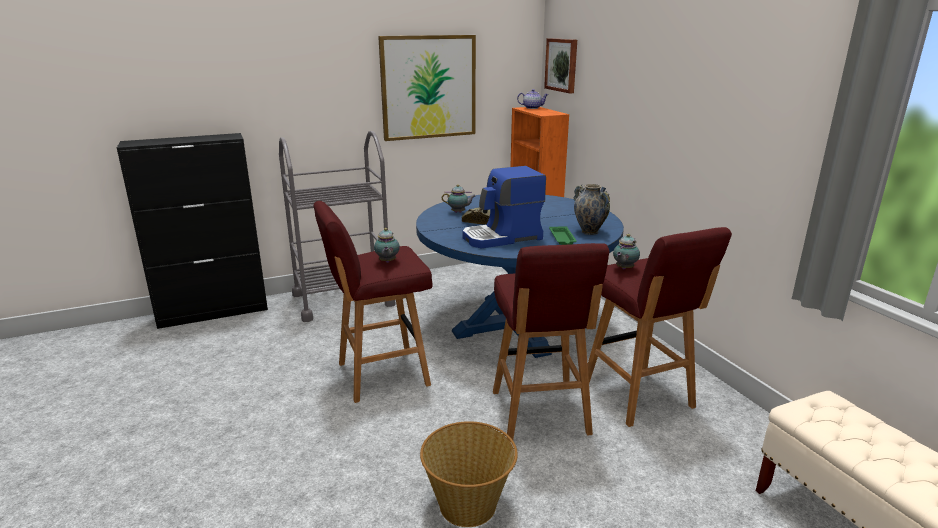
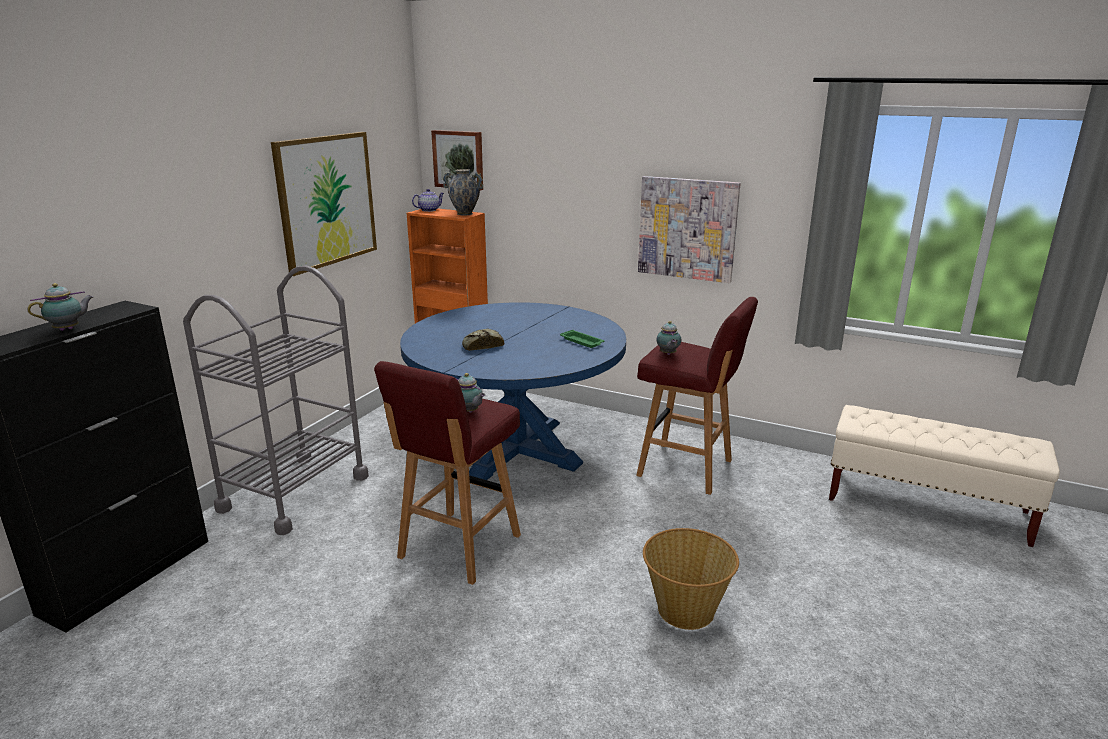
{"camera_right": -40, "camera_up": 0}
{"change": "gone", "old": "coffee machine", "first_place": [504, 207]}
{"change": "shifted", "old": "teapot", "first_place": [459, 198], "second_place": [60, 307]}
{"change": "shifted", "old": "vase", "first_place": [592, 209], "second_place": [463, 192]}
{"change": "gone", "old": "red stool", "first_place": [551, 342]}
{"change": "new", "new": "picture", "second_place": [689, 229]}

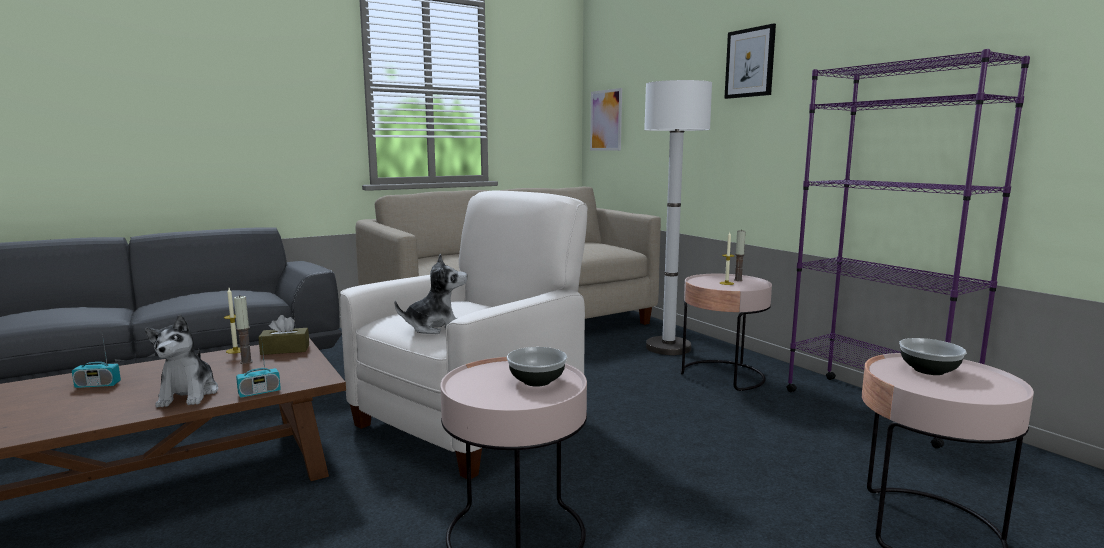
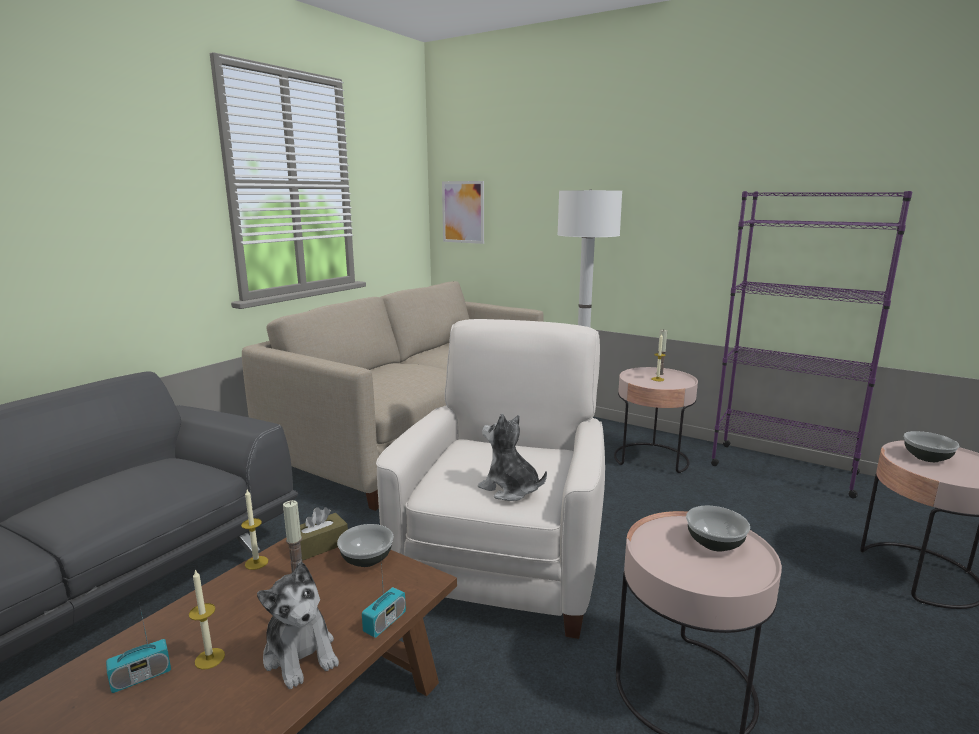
{"camera_right": -25, "camera_up": 5}
{"change": "gone", "old": "picture", "first_place": [750, 61]}
{"change": "rotated", "old": "plush toy", "first_place": [431, 294], "second_place": [512, 457], "degrees": -105}
{"change": "new", "new": "bowl", "second_place": [365, 545]}
{"change": "new", "new": "candle", "second_place": [207, 620]}

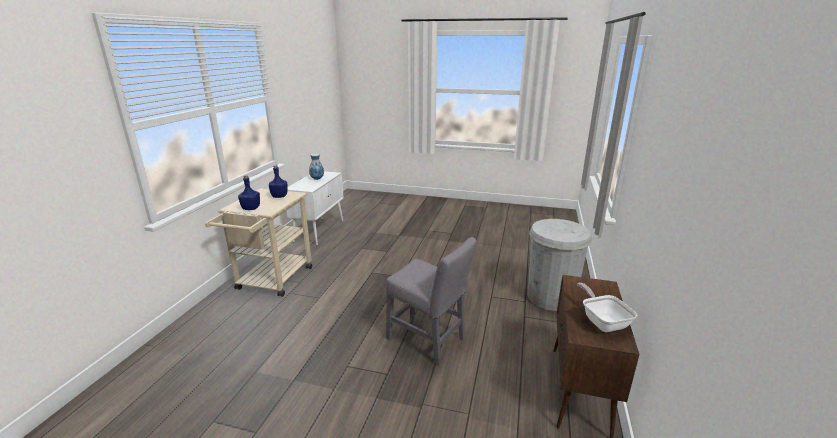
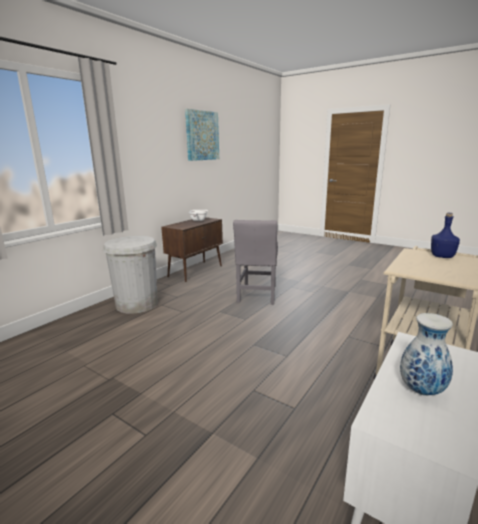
{"camera_right": -160, "camera_up": -5}
{"change": "gone", "old": "blue bottle", "first_place": [278, 181]}
{"change": "rotated", "old": "grey chair", "first_place": [431, 301], "second_place": [255, 262], "degrees": -135}
{"change": "new", "new": "picture", "second_place": [202, 135]}

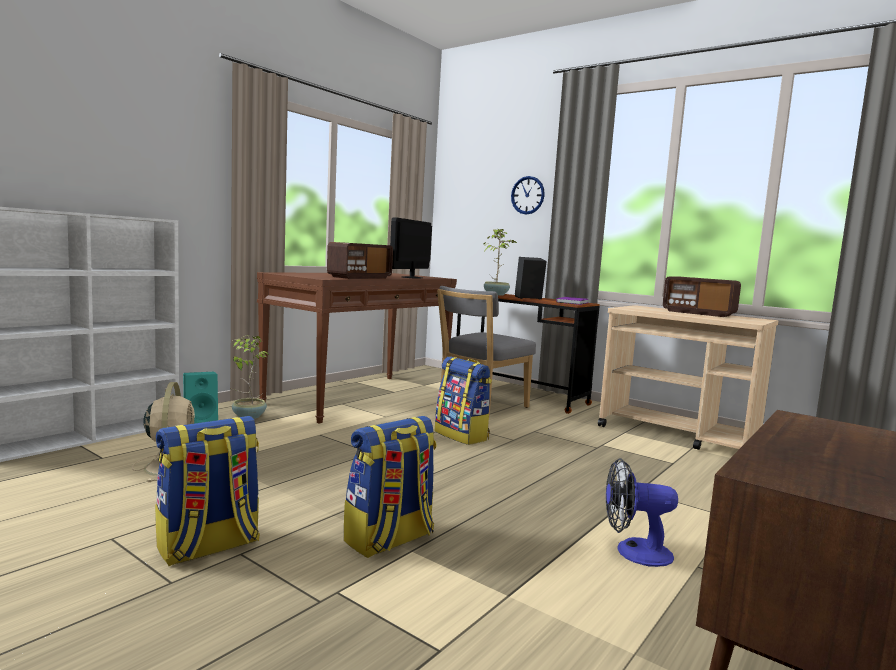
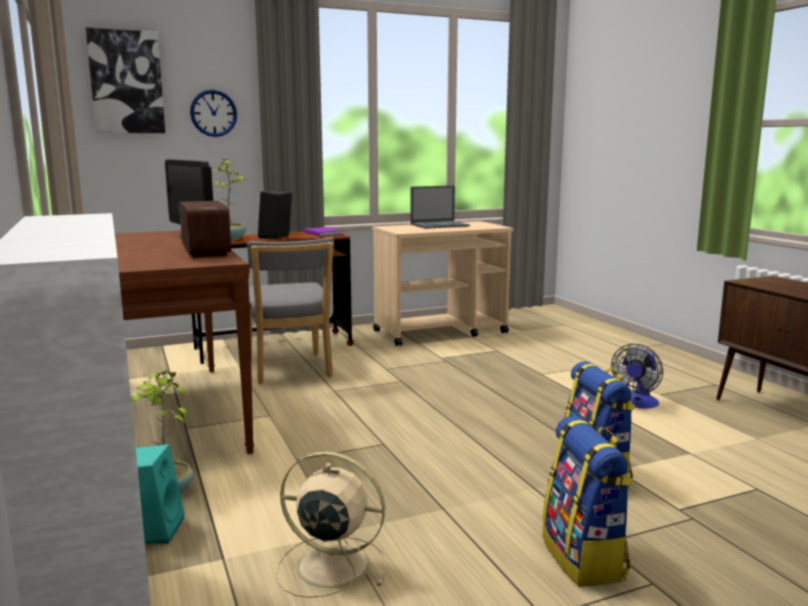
{"camera_right": -60, "camera_up": 5}
{"change": "swapped", "old": "radio", "new": "laptop", "first_place": [702, 296], "second_place": [440, 207]}
{"change": "gone", "old": "backpack", "first_place": [463, 400]}
{"change": "new", "new": "picture", "second_place": [125, 80]}

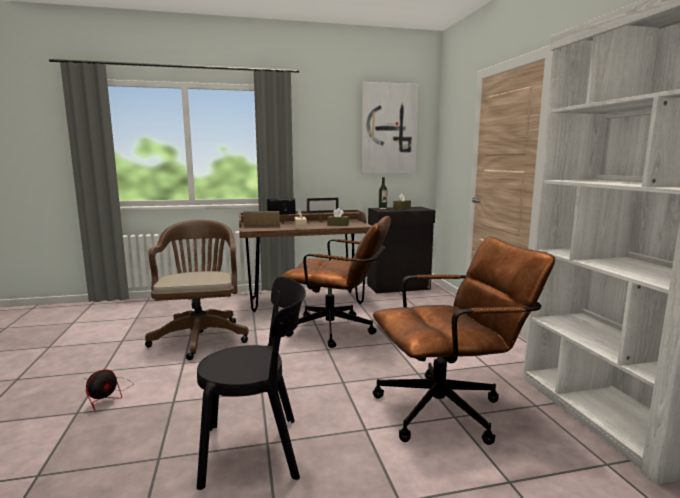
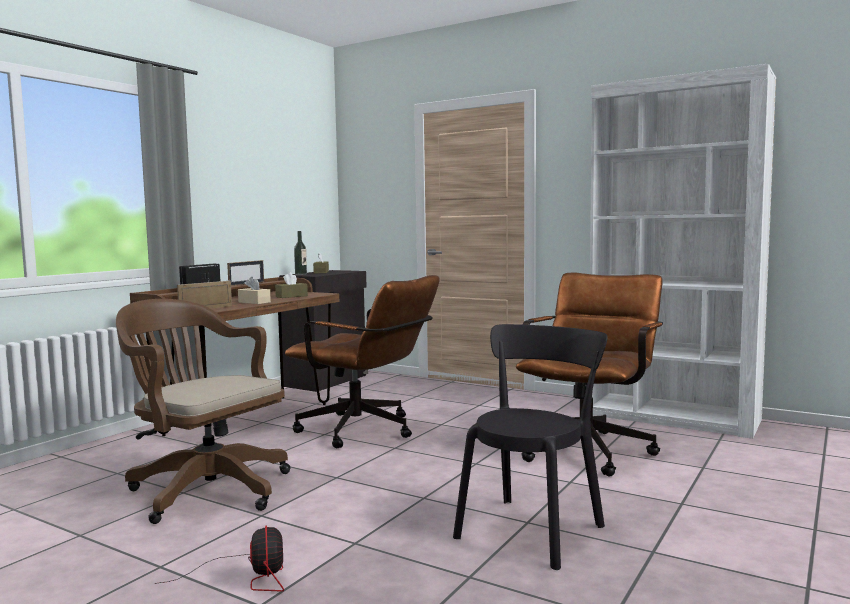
{"camera_right": -45, "camera_up": -5}
{"change": "gone", "old": "picture", "first_place": [390, 128]}
{"change": "rotated", "old": "brown office chair", "first_place": [336, 282], "second_place": [362, 361], "degrees": 60}

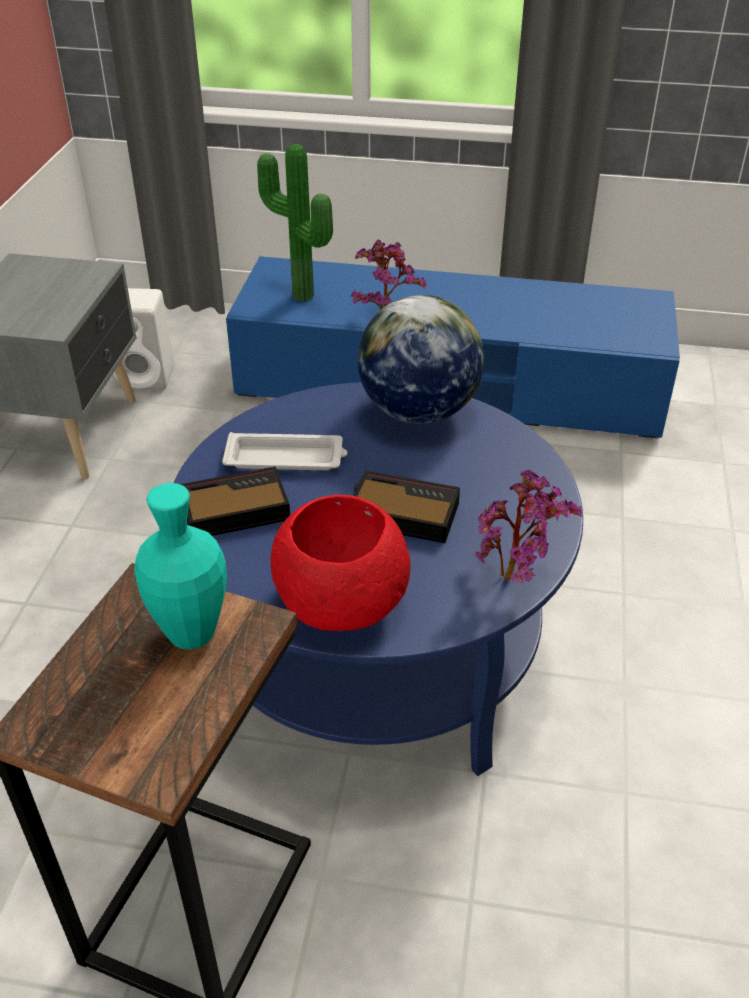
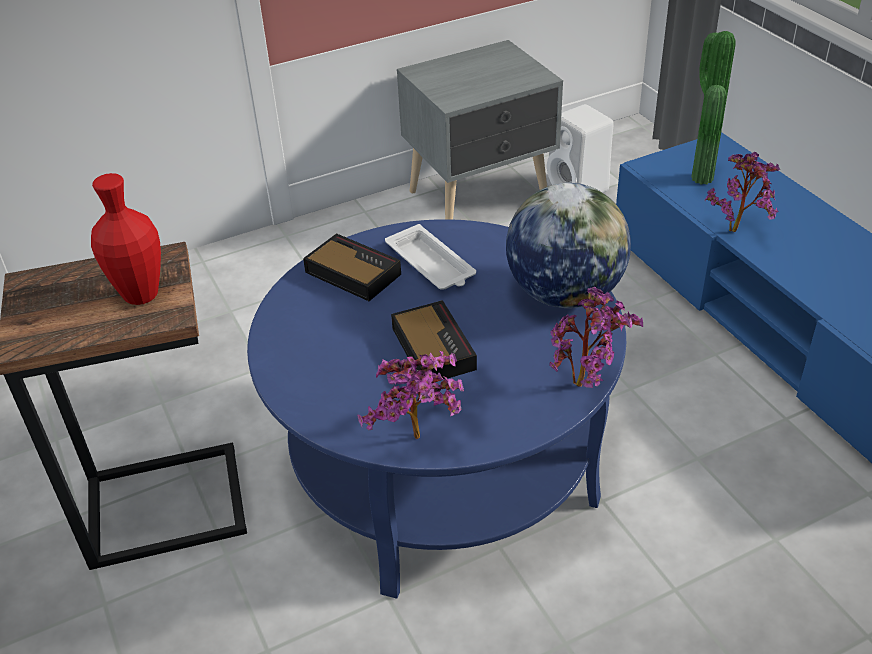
{"camera_right": 55, "camera_up": 0}
{"change": "repainted", "old": "turquoise vase", "new": "red vase", "first_place": [180, 566], "second_place": [126, 239]}
{"change": "gone", "old": "red bowl", "first_place": [340, 563]}
{"change": "new", "new": "potted plant", "second_place": [596, 337]}

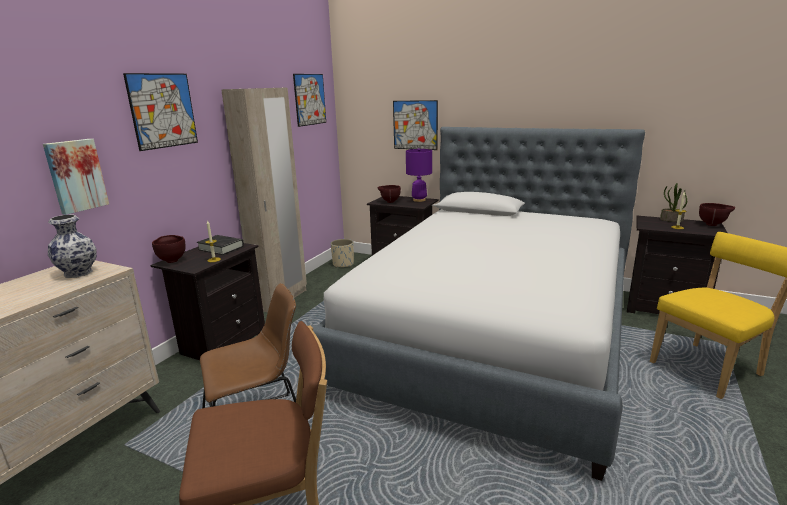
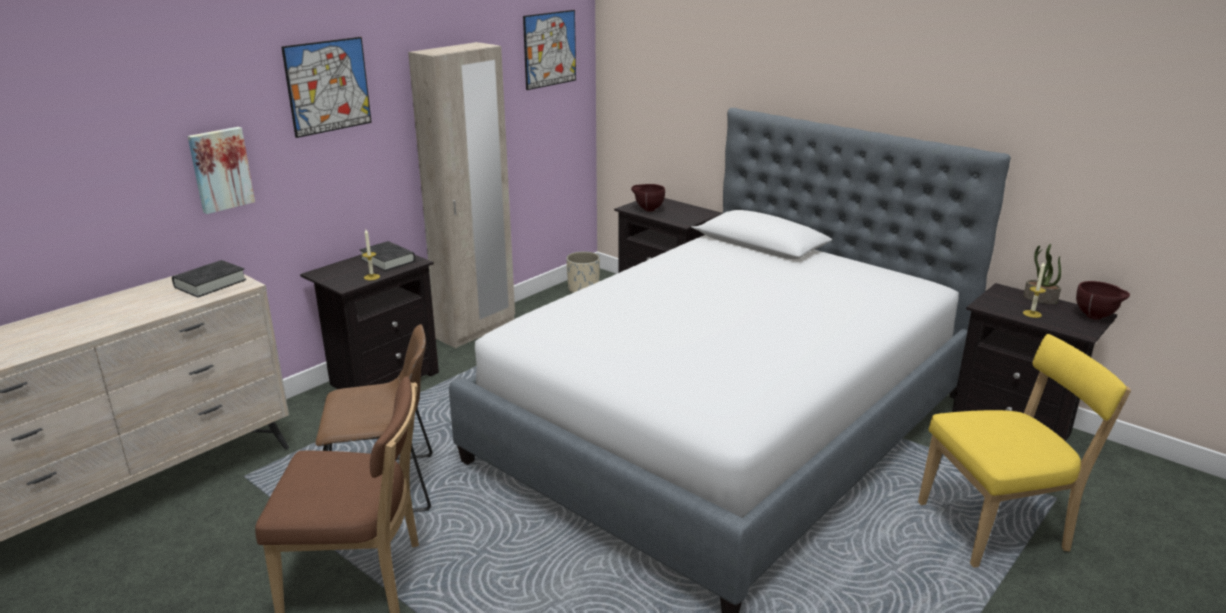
{"camera_right": 15, "camera_up": 5}
{"change": "gone", "old": "picture", "first_place": [415, 125]}
{"change": "gone", "old": "purple table lamp", "first_place": [419, 175]}
{"change": "swapped", "old": "vase", "new": "black book", "first_place": [72, 246], "second_place": [209, 278]}
{"change": "gone", "old": "brown bowl", "first_place": [169, 249]}

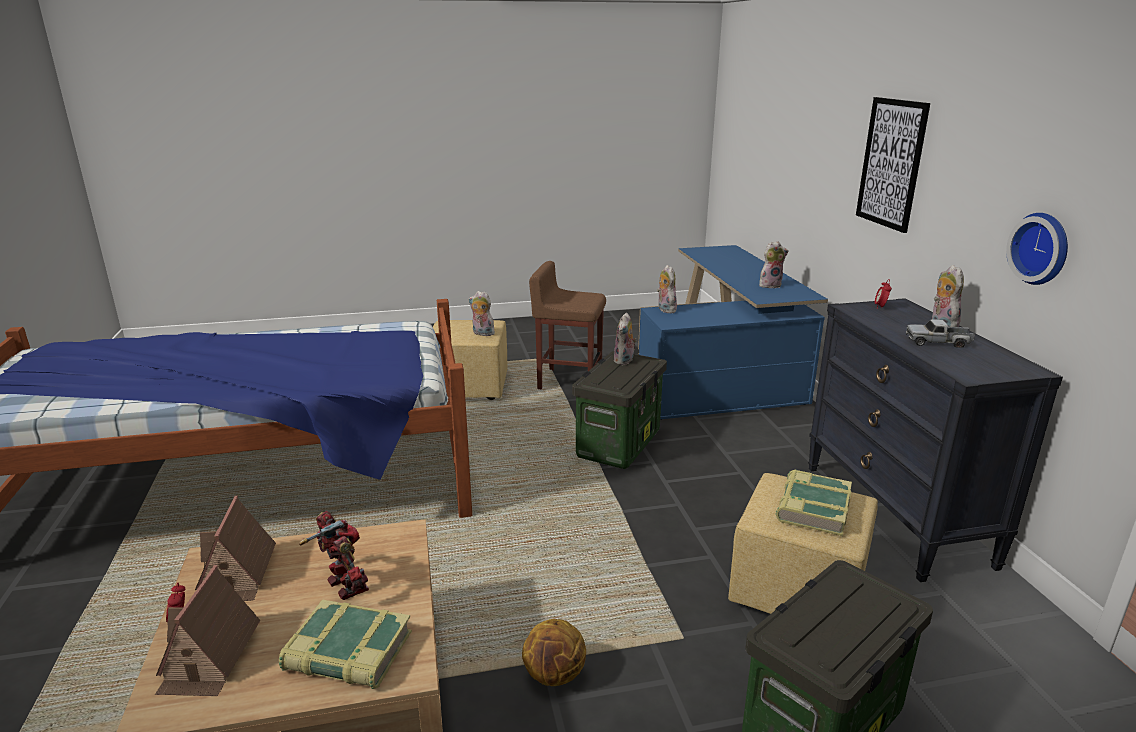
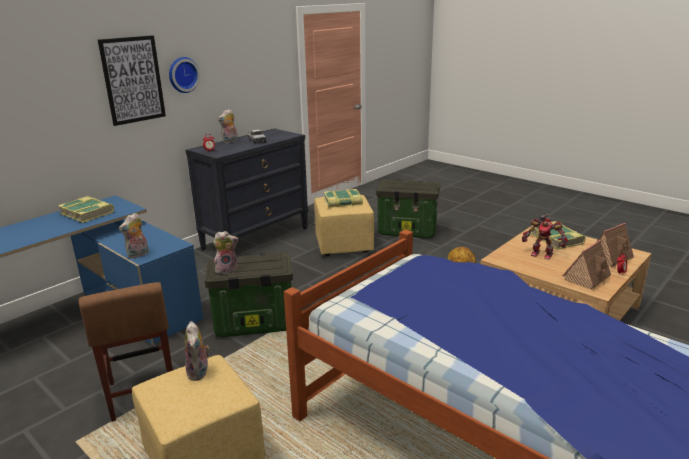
{"camera_right": -125, "camera_up": 0}
{"change": "shifted", "old": "wall clock", "first_place": [1037, 249], "second_place": [184, 75]}
{"change": "swapped", "old": "plush toy", "new": "book", "first_place": [774, 264], "second_place": [86, 209]}
{"change": "rotated", "old": "toy robot", "first_place": [334, 555], "second_place": [545, 237], "degrees": -75}

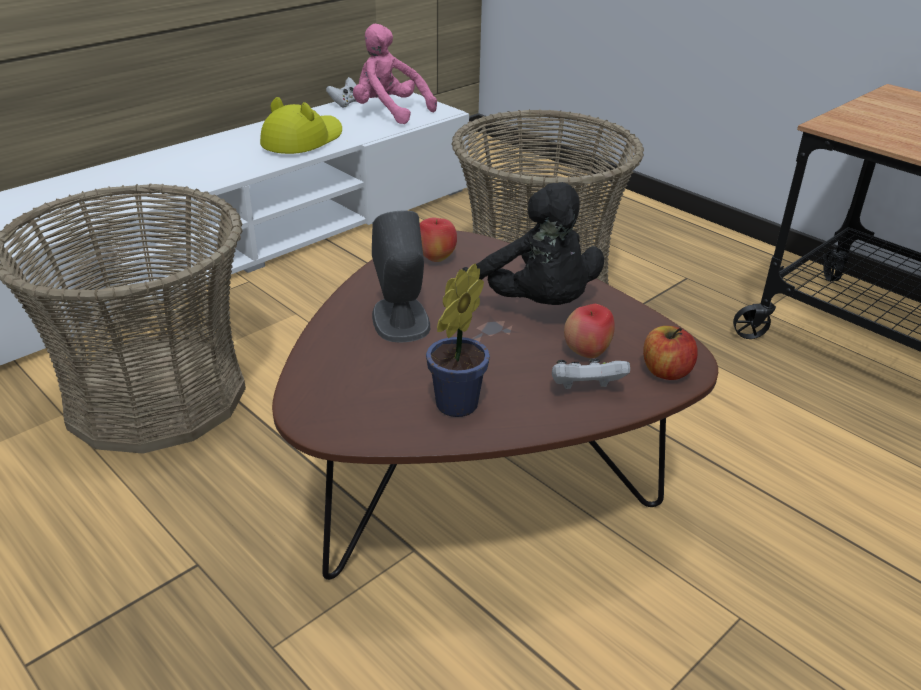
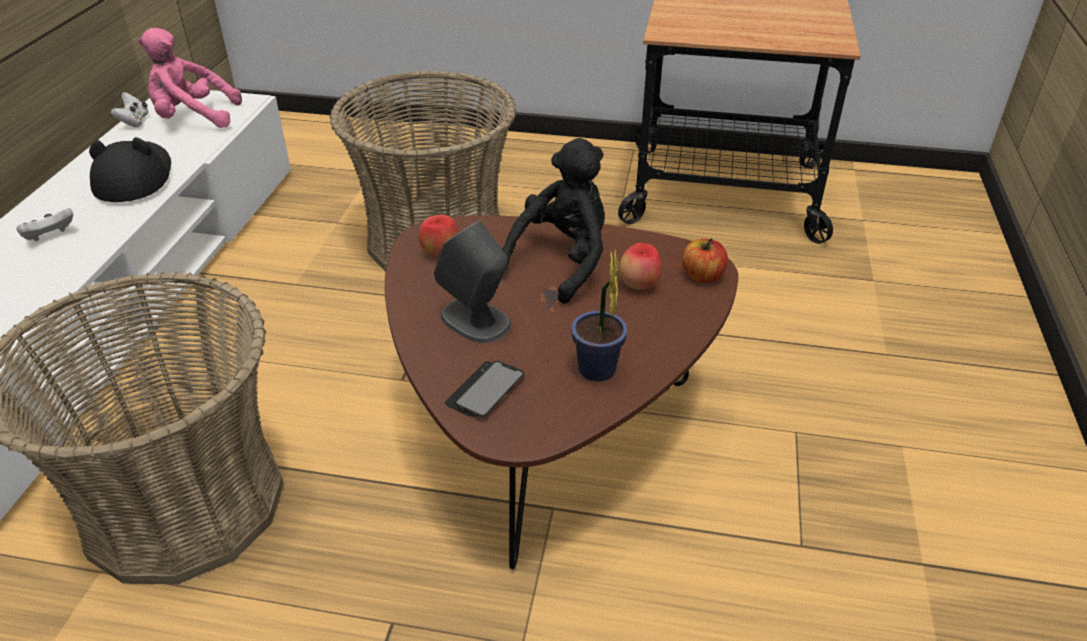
{"camera_right": -35, "camera_up": 5}
{"change": "repainted", "old": "yellow hat", "new": "black hat", "first_place": [301, 125], "second_place": [130, 169]}
{"change": "rotated", "old": "black plush toy", "first_place": [533, 243], "second_place": [553, 221], "degrees": -75}
{"change": "shifted", "old": "white game controller", "first_place": [591, 374], "second_place": [45, 224]}
{"change": "new", "new": "phone", "second_place": [485, 389]}

